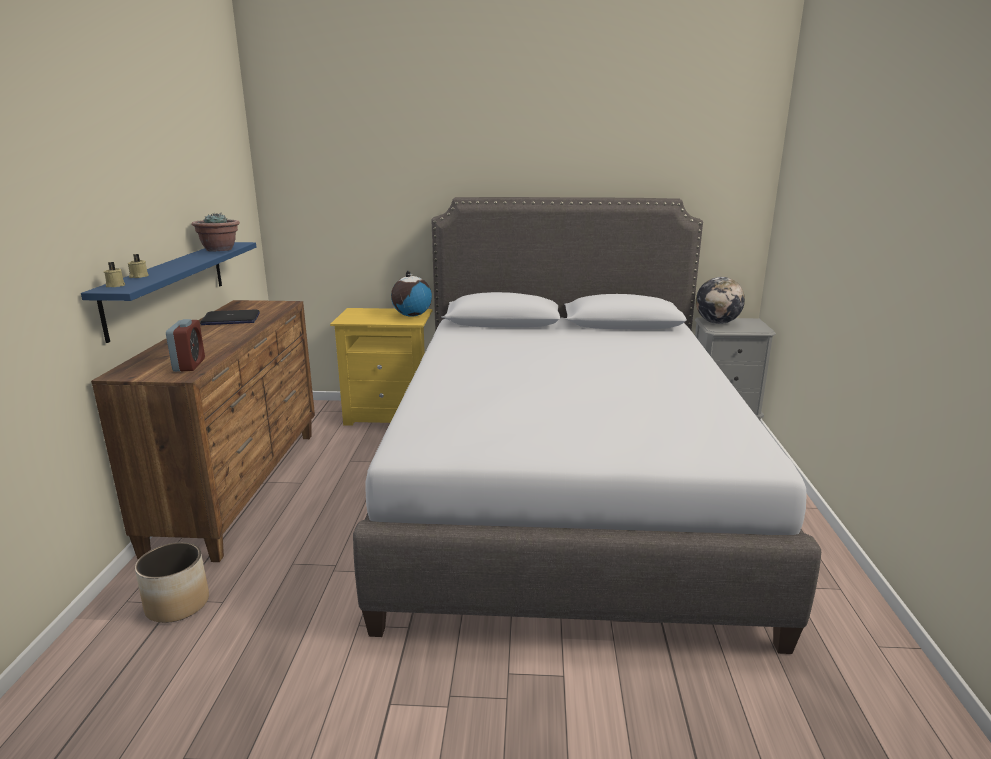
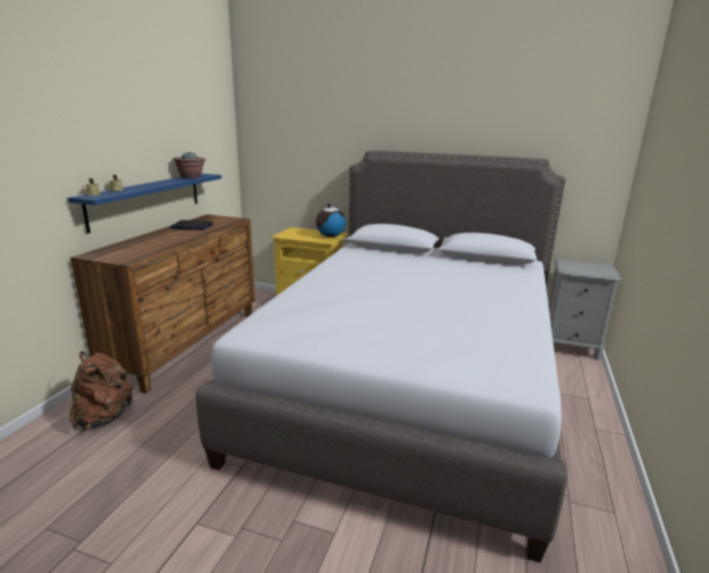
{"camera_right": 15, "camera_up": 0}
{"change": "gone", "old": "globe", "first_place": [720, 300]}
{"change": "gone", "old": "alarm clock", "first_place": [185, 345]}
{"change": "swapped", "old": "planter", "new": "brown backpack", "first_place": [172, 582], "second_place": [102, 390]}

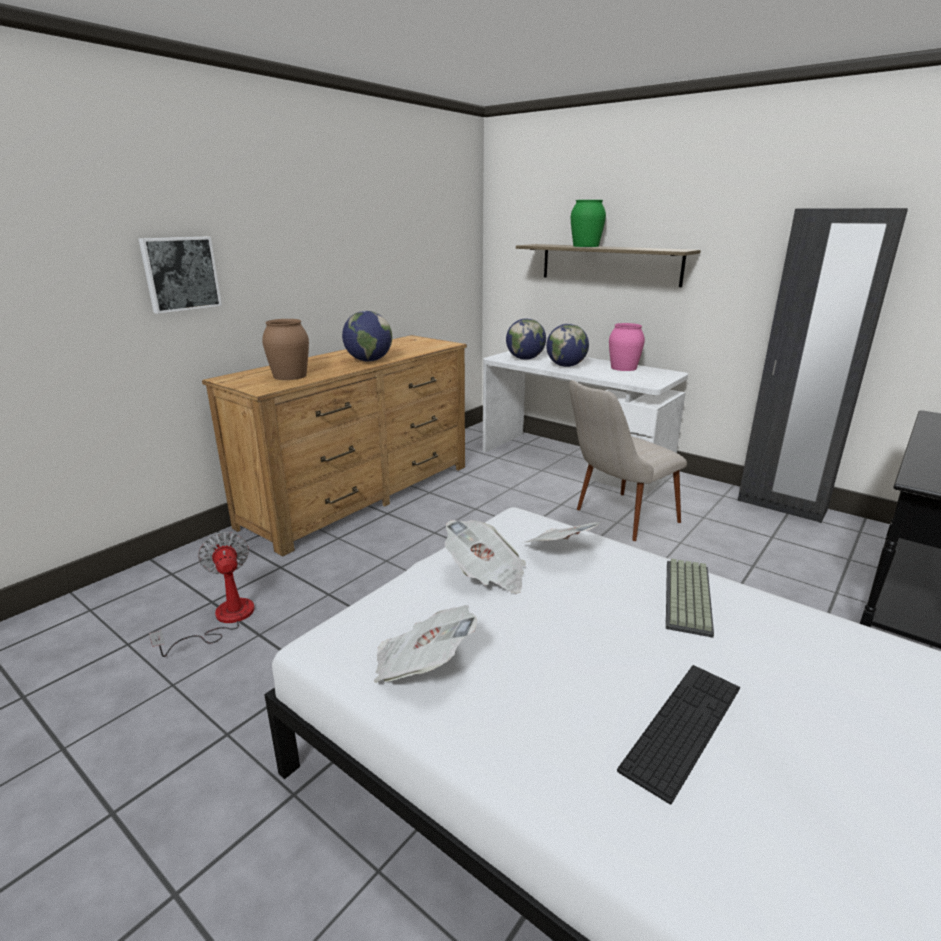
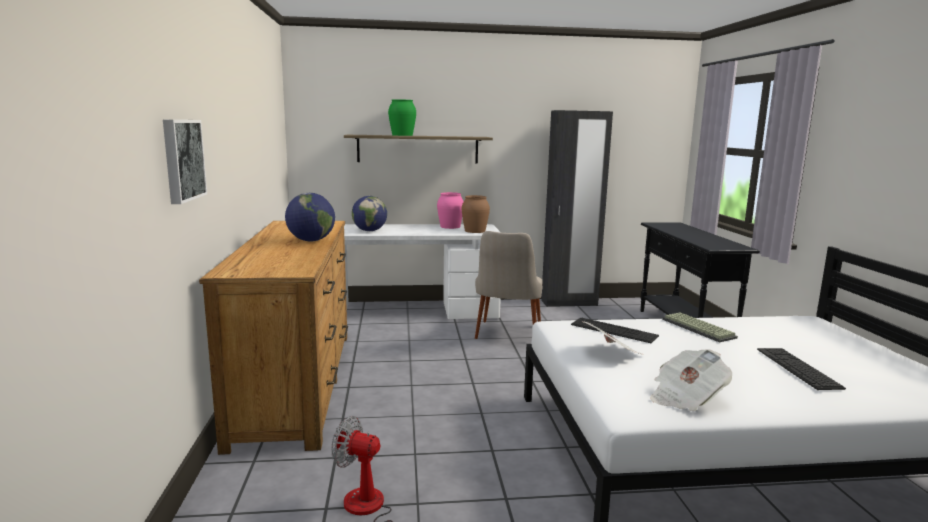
{"camera_right": -45, "camera_up": -10}
{"change": "shifted", "old": "brown vase", "first_place": [285, 349], "second_place": [476, 214]}
{"change": "gone", "old": "globe", "first_place": [567, 345]}
{"change": "swapped", "old": "newspaper", "new": "keyboard", "first_place": [564, 532], "second_place": [615, 330]}

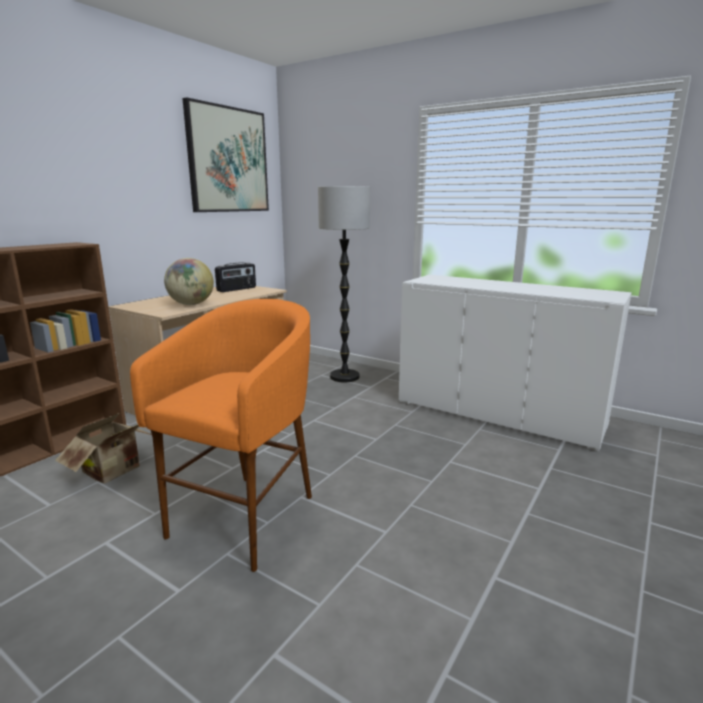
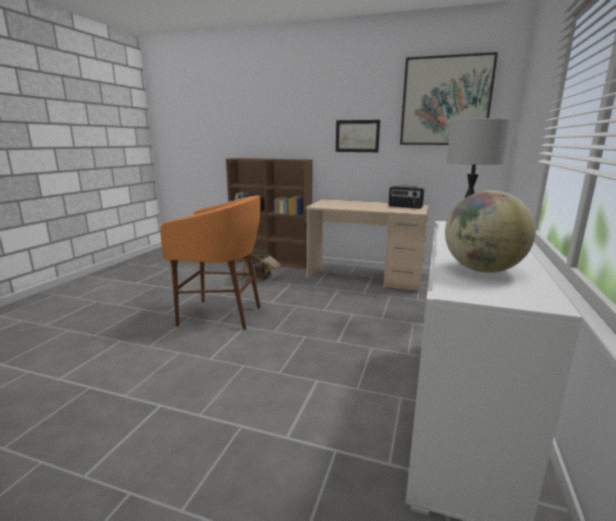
{"camera_right": 75, "camera_up": 0}
{"change": "shifted", "old": "globe", "first_place": [189, 281], "second_place": [490, 231]}
{"change": "new", "new": "picture", "second_place": [358, 136]}

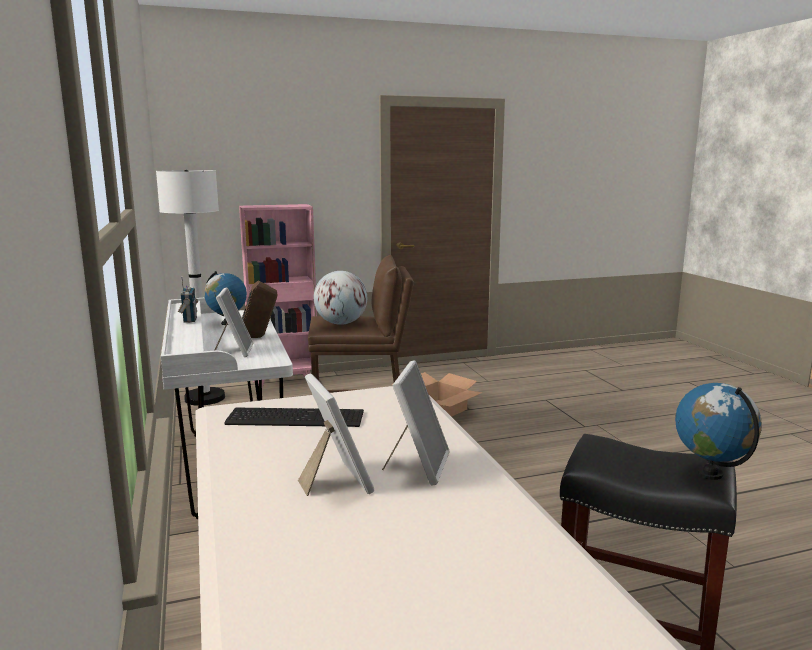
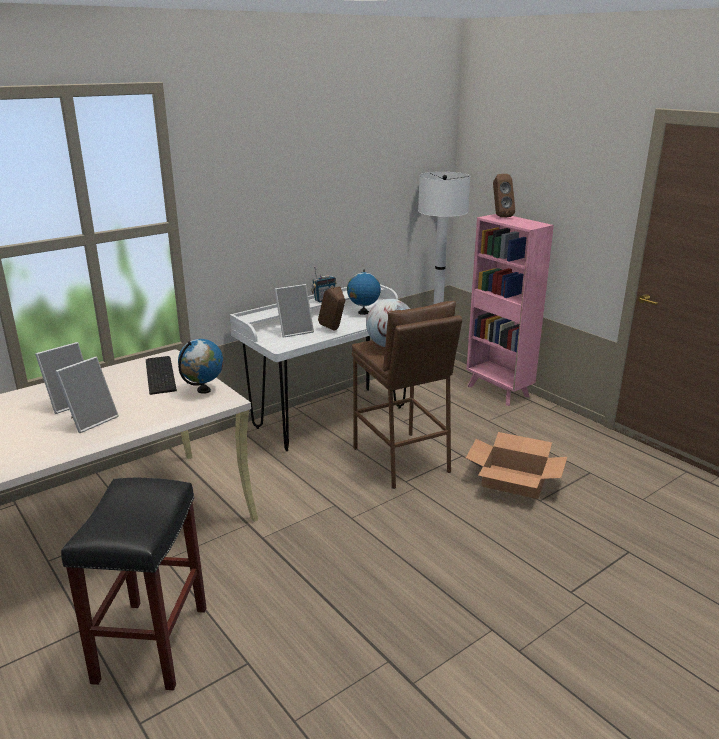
{"camera_right": 70, "camera_up": 10}
{"change": "rotated", "old": "picture frame", "first_place": [416, 423], "second_place": [87, 395], "degrees": -45}
{"change": "shifted", "old": "globe", "first_place": [718, 431], "second_place": [201, 366]}
{"change": "new", "new": "brown speaker", "second_place": [504, 196]}

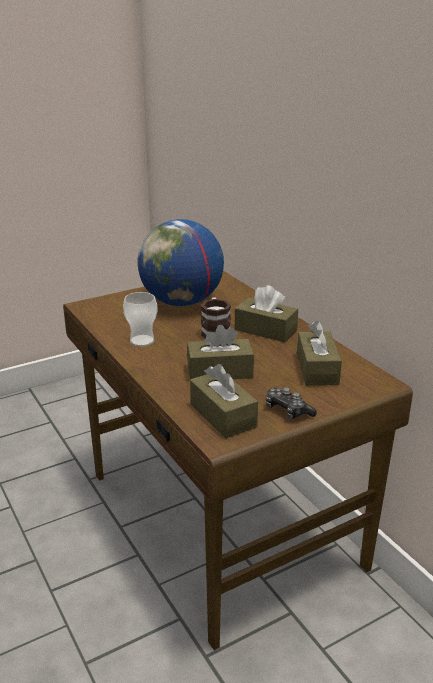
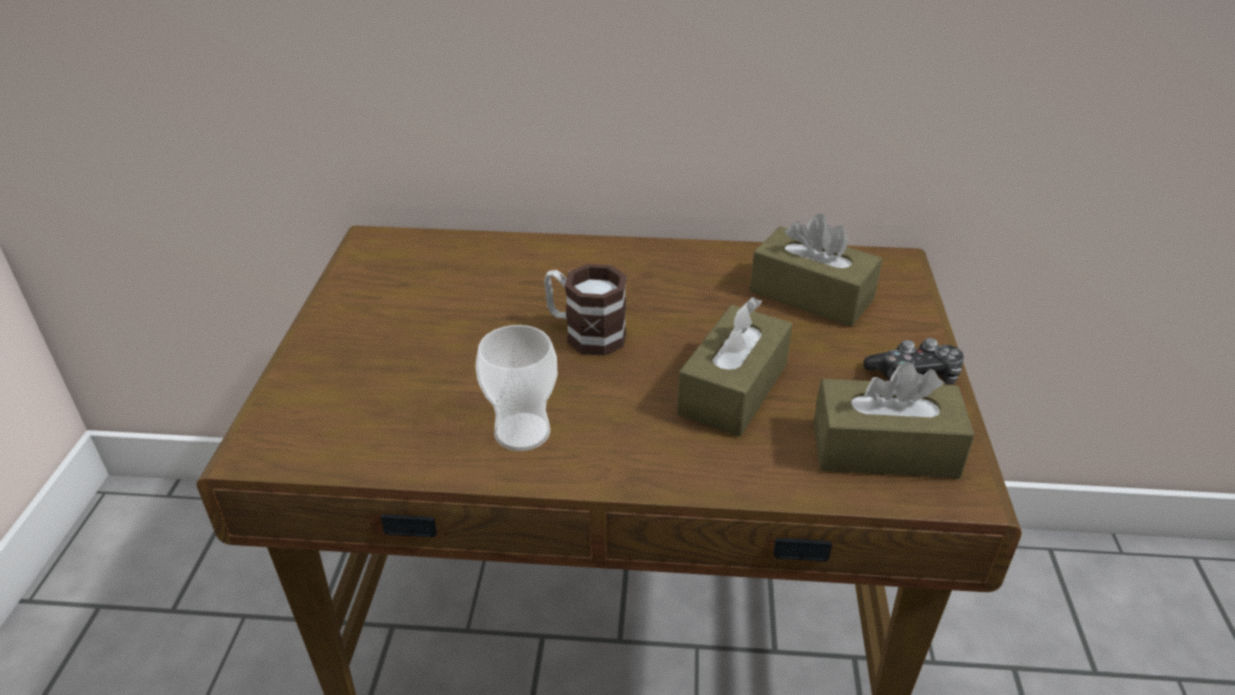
{"camera_right": -55, "camera_up": 10}
{"change": "gone", "old": "globe", "first_place": [180, 262]}
{"change": "gone", "old": "brown tissue box", "first_place": [266, 313]}

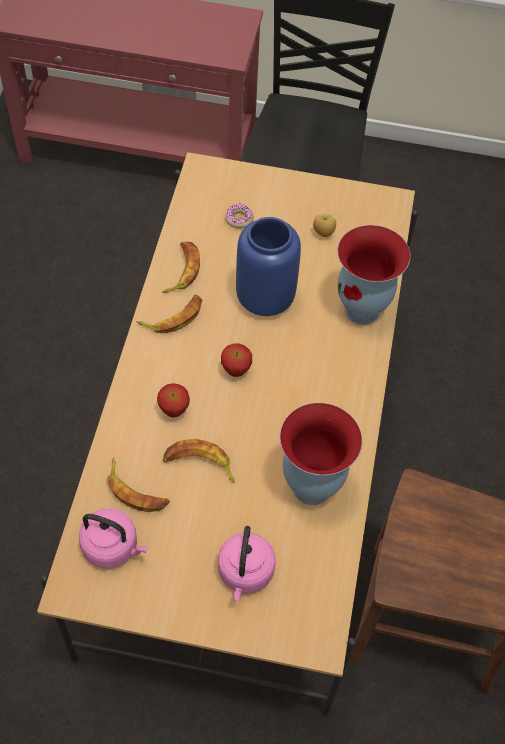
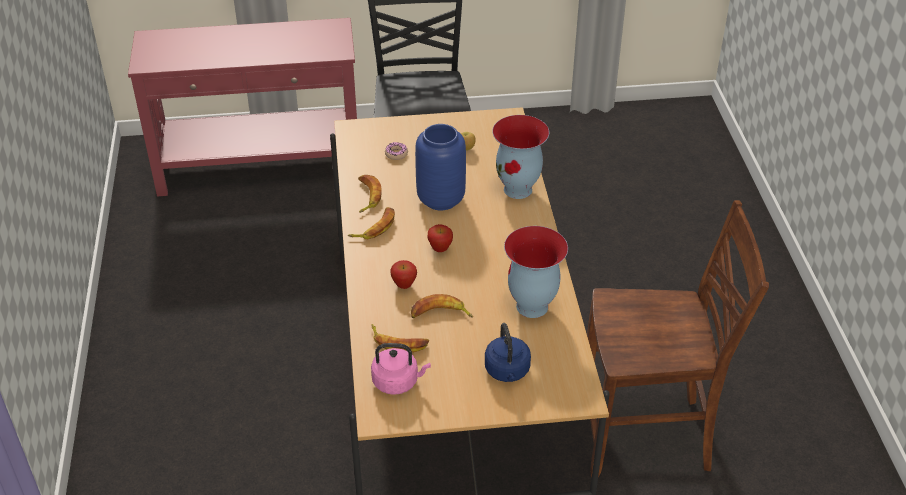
{"camera_right": -15, "camera_up": -15}
{"change": "repainted", "old": "pink kettle", "new": "blue kettle", "first_place": [247, 563], "second_place": [508, 352]}

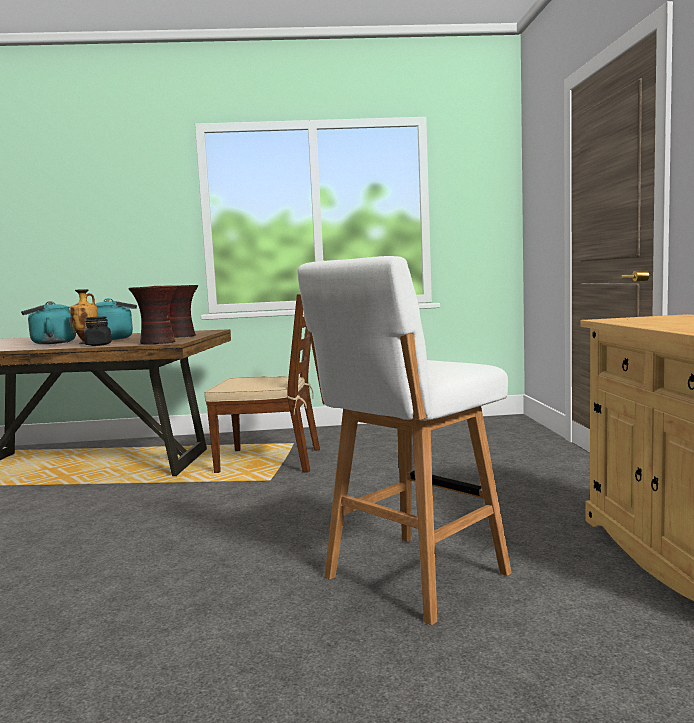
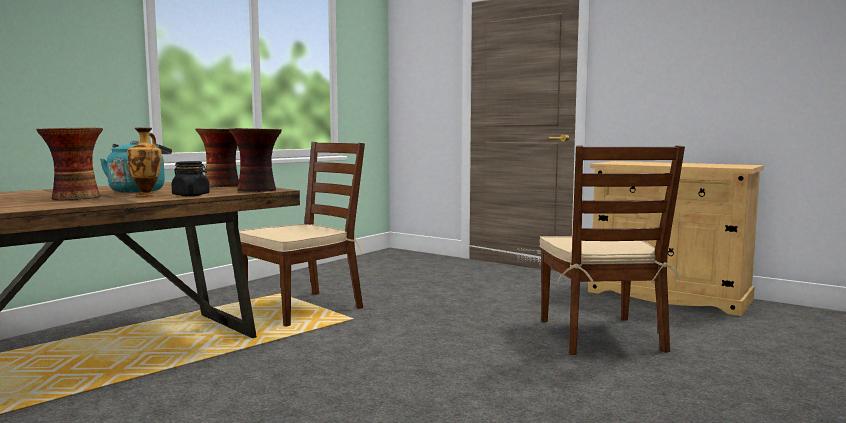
{"camera_right": -50, "camera_up": 0}
{"change": "swapped", "old": "white stool", "new": "brown chair", "first_place": [404, 440], "second_place": [612, 250]}
{"change": "swapped", "old": "turquoise kettle", "new": "vase", "first_place": [48, 322], "second_place": [69, 164]}

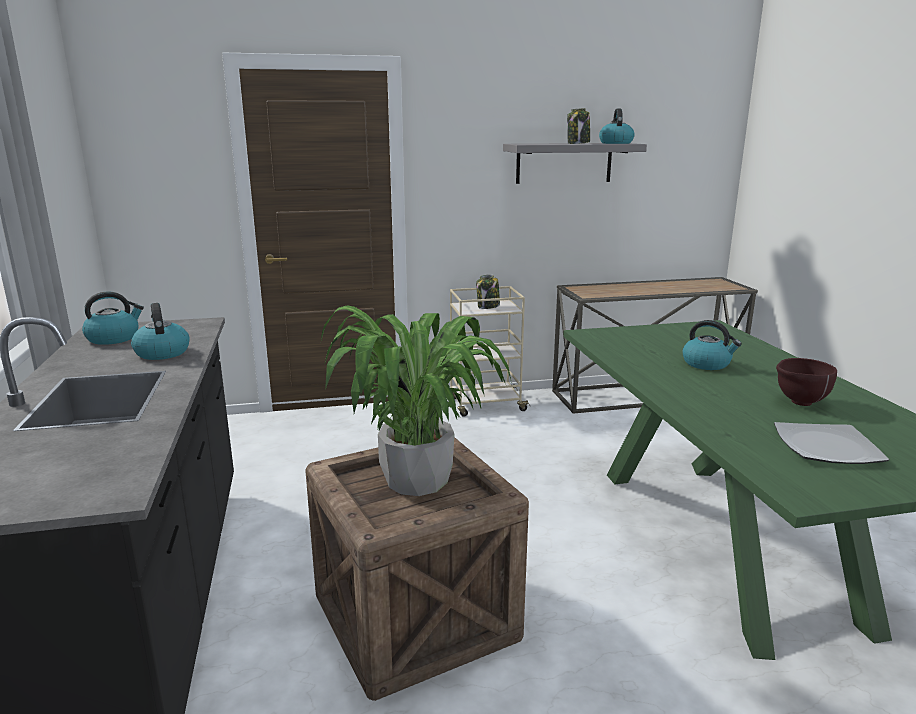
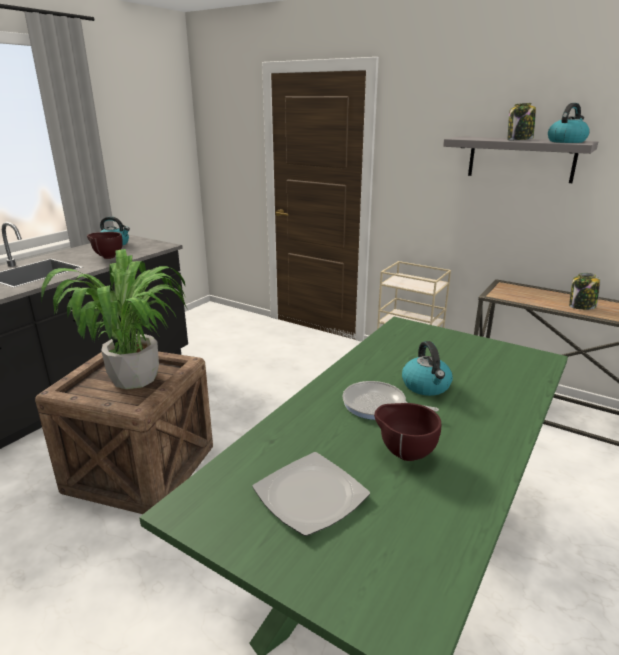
{"camera_right": 45, "camera_up": 5}
{"change": "shifted", "old": "jar", "first_place": [488, 292], "second_place": [584, 291]}
{"change": "swapped", "old": "kettle", "new": "brown bowl", "first_place": [160, 331], "second_place": [105, 245]}
{"change": "new", "new": "frying pan", "second_place": [390, 400]}

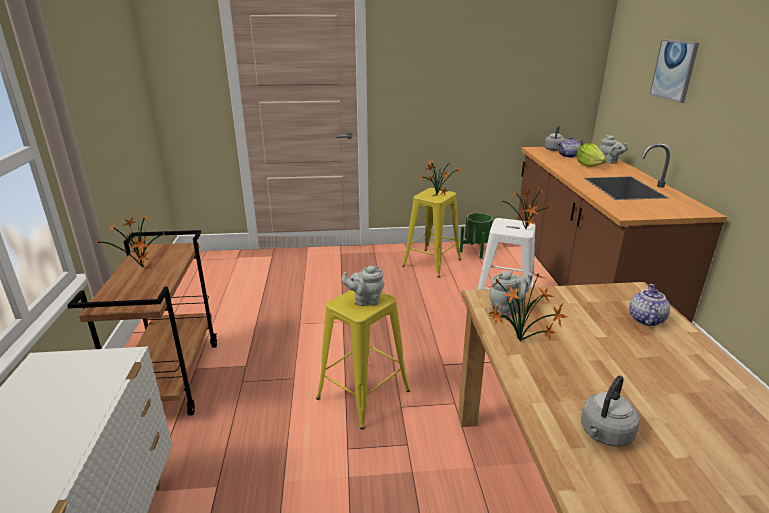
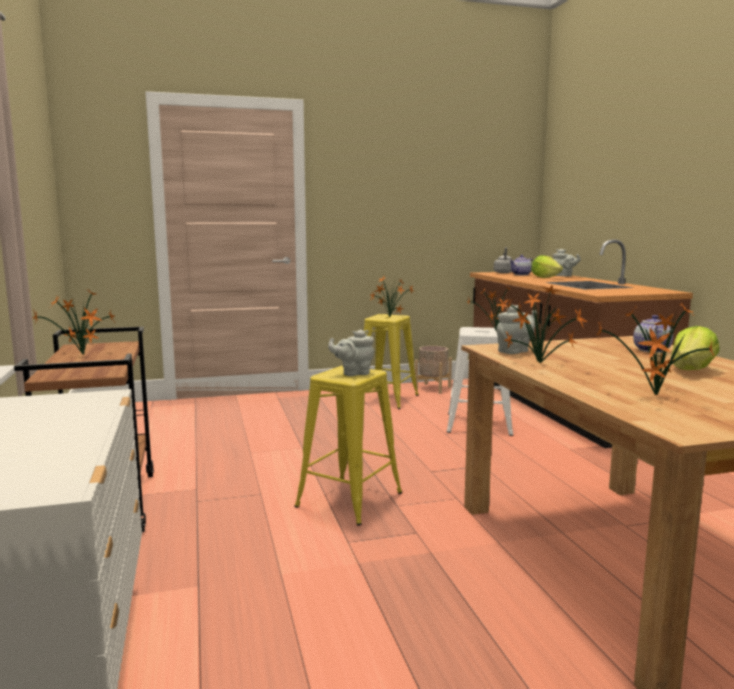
{"camera_right": -10, "camera_up": -15}
{"change": "gone", "old": "picture", "first_place": [674, 71]}
{"change": "repainted", "old": "green planter", "new": "beige planter", "first_place": [476, 236], "second_place": [433, 370]}
{"change": "swapped", "old": "grey kettle", "new": "potted plant", "first_place": [610, 411], "second_place": [656, 349]}
{"change": "new", "new": "lettuce", "second_place": [695, 348]}

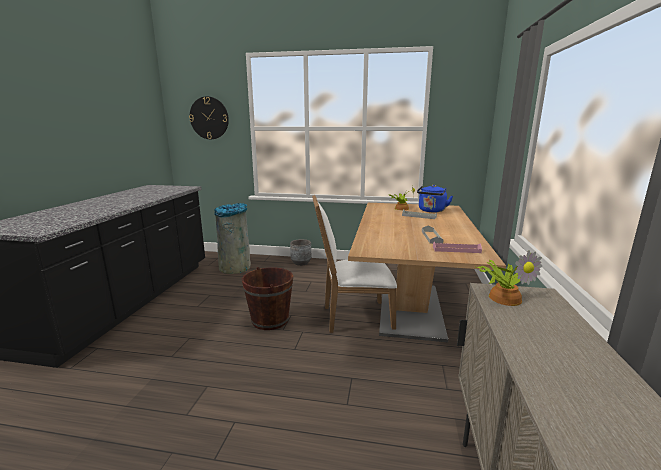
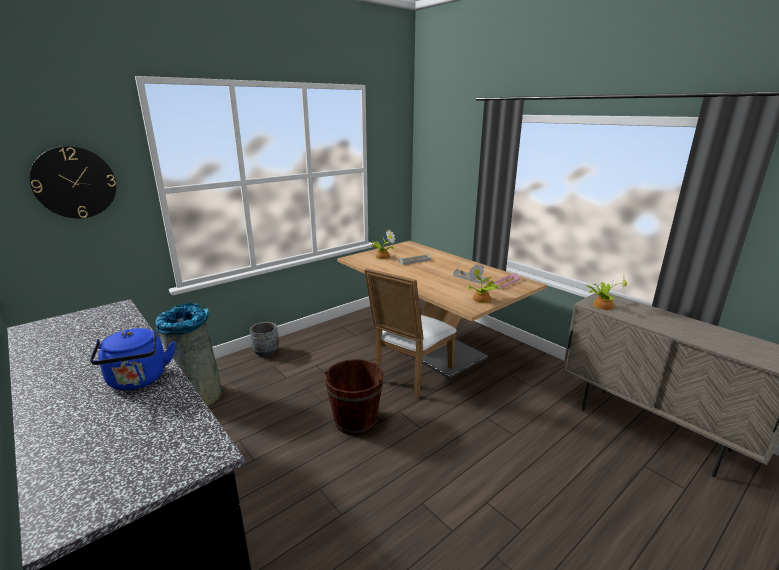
{"camera_right": -50, "camera_up": 5}
{"change": "shifted", "old": "blue kettle", "first_place": [435, 199], "second_place": [132, 359]}
{"change": "new", "new": "potted plant", "second_place": [483, 283]}

